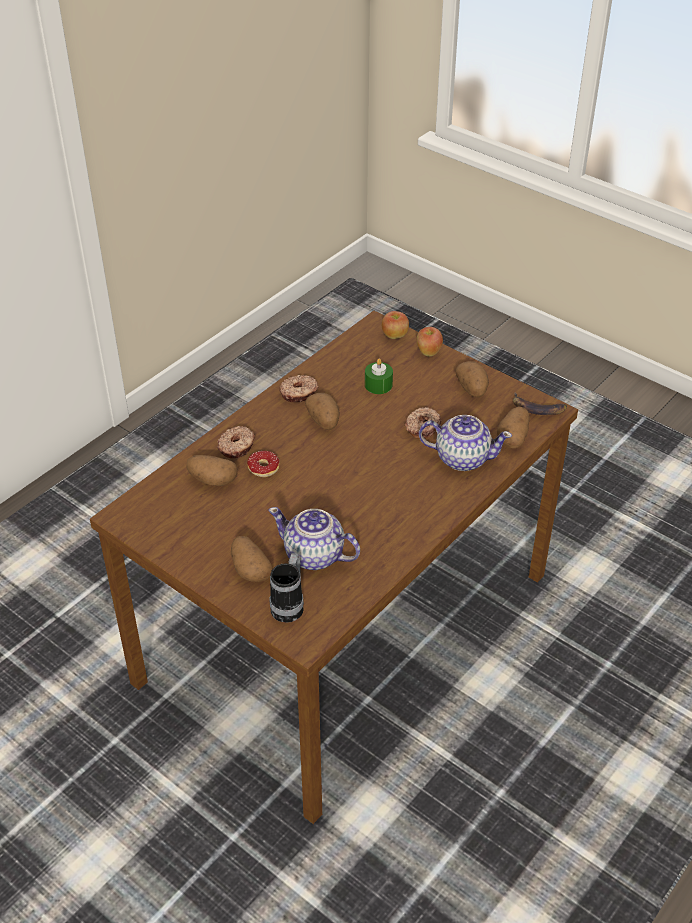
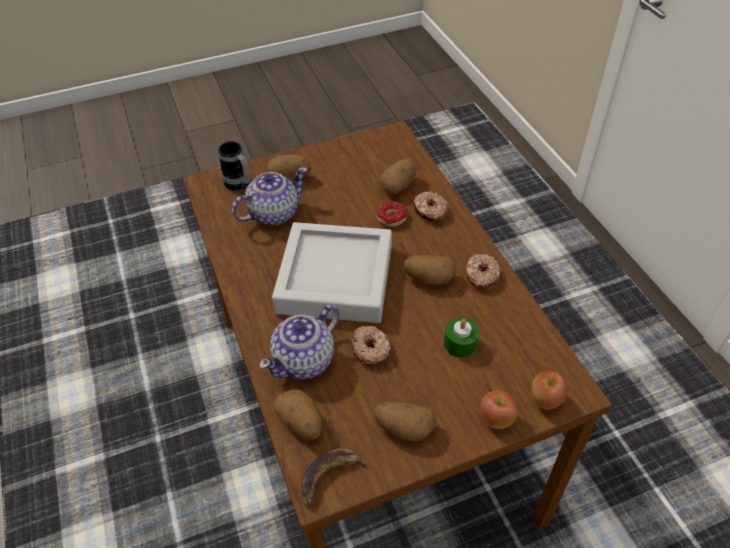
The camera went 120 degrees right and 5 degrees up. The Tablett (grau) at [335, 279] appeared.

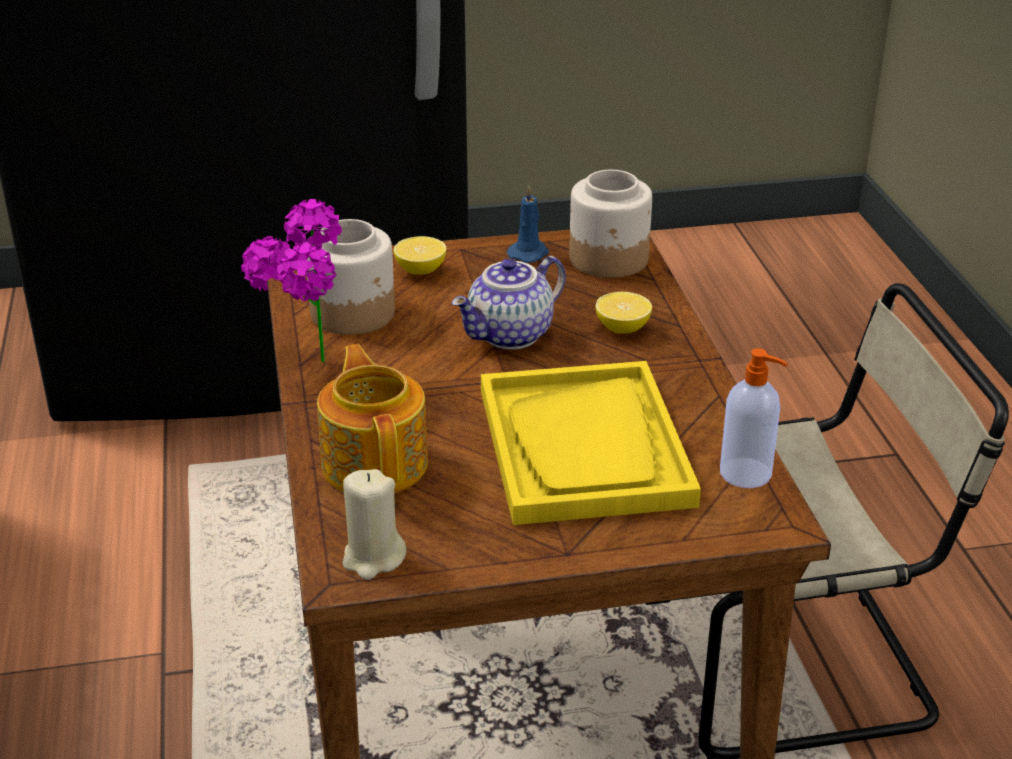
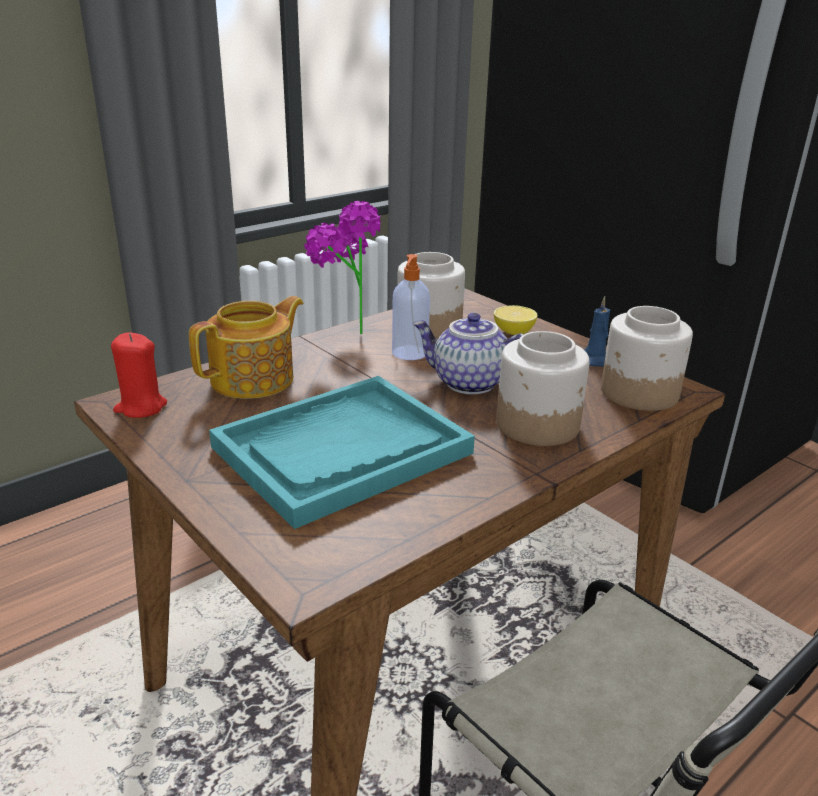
The camera went 60 degrees right and 5 degrees down. The Kerze (beige) at [373, 558] became the Kerze (rot) at [140, 407]. The Tablett (gelb) at [584, 447] became the Tablett (türkis) at [342, 451]. The Seifenspender moved from [747, 474] to [409, 353]. The Zitrone at [622, 329] was replaced by the Vorratsglas at [538, 425].

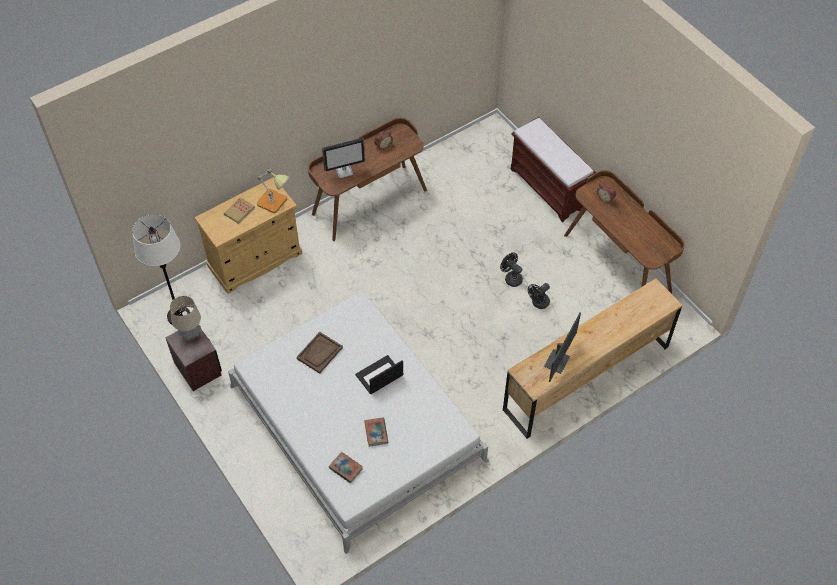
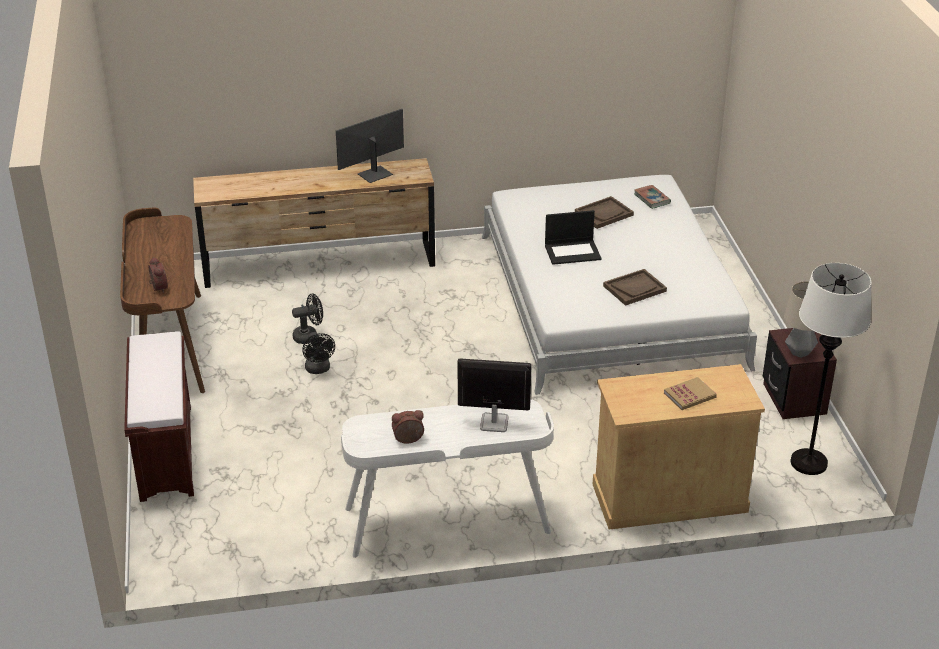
The camera went 155 degrees left and 20 degrees down. The Schreibtisch (braun) at [369, 201] became the Schreibtisch (weiß) at [447, 522]. The Buch at [376, 433] was replaced by the Tablett (braun) at [604, 214]. The Tischlampe at [275, 203] disappeared.

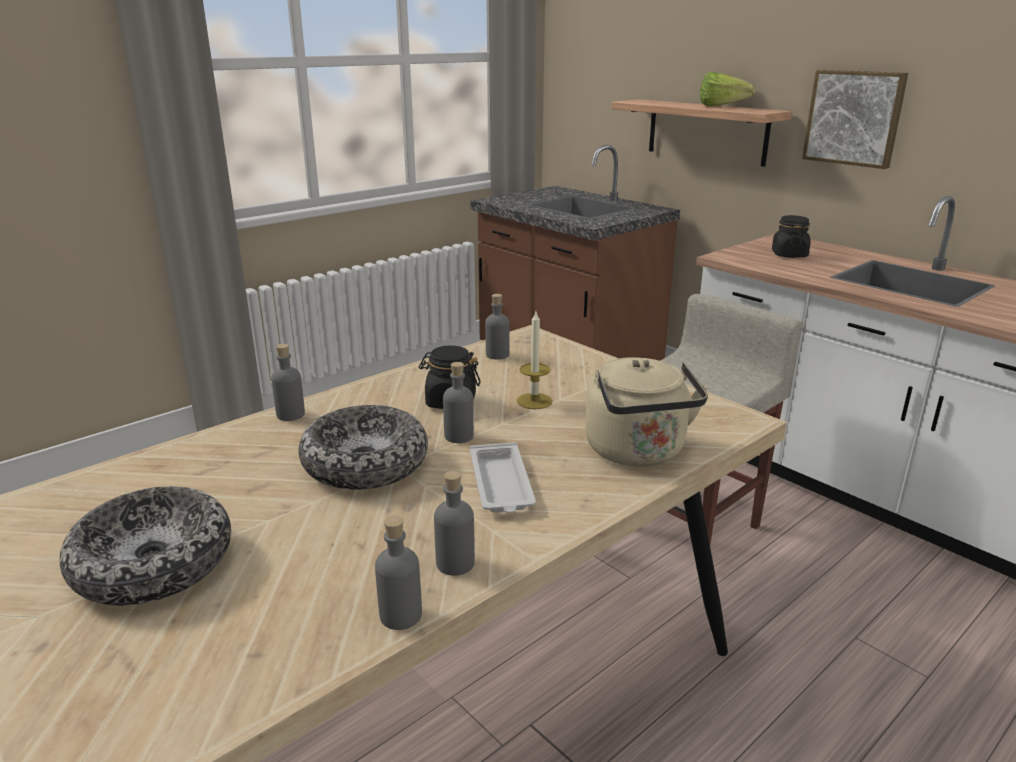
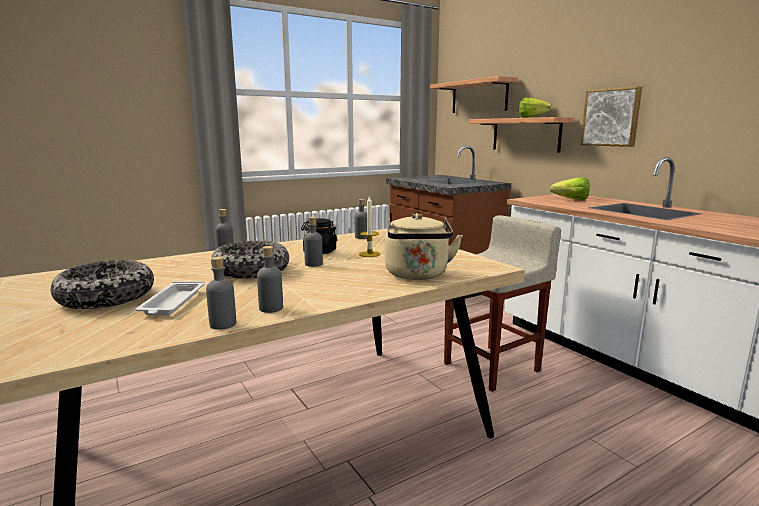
The camera went 10 degrees right and 10 degrees down. The Tablett (weiß) moved from [501, 485] to [172, 303]. The Wandregal at [479, 97] appeared. The Vorratsglas (schwarz) at [789, 255] was replaced by the Salatkopf at [568, 199].

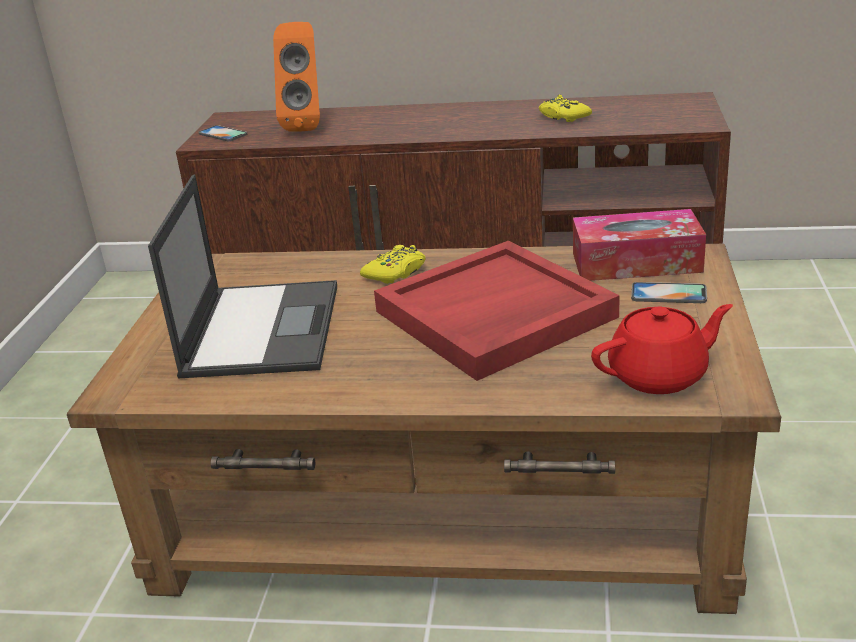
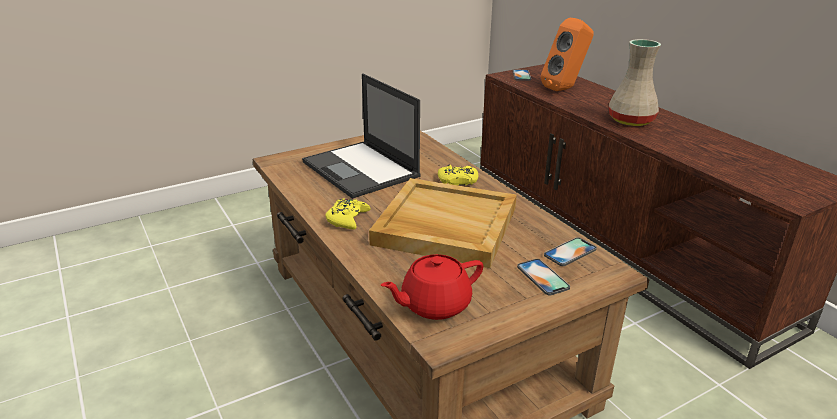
The camera went 50 degrees right and 0 degrees up. The Laptop at [262, 328] turned 90 degrees clockwise. The Gamepad (gelb) moved from [563, 116] to [347, 219]. The Tablett (rot) at [494, 315] became the Tablett (beige) at [444, 226]. The Teekanne (rot) at [660, 376] turned 120 degrees clockwise. The Taschentuchbox at [636, 263] was replaced by the Handy at [570, 252]. The Vase (beige) at [631, 121] appeared.

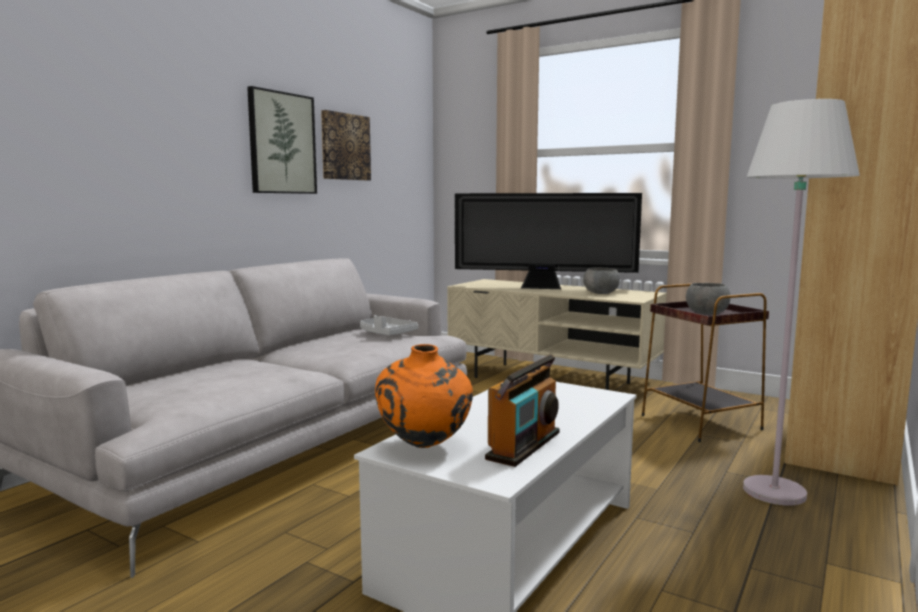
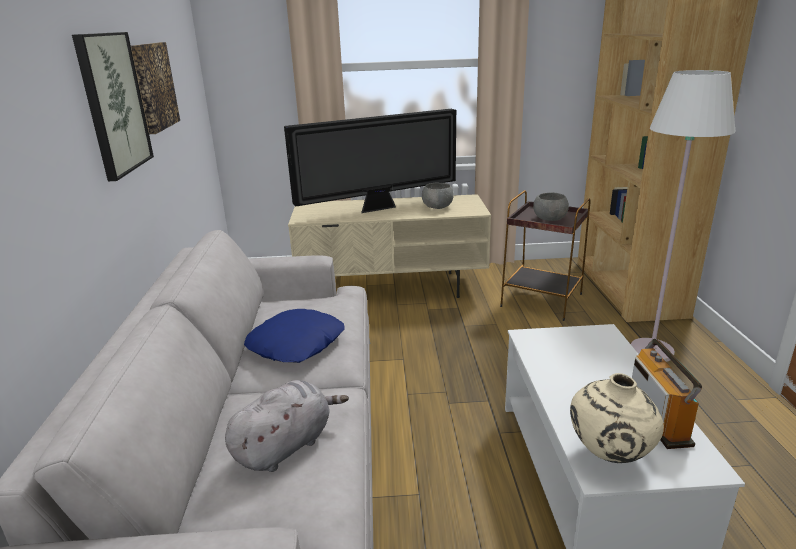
The camera went 35 degrees left and 15 degrees up. The Plüschtier (grau) at [286, 445] appeared. The Kissen (blau) at [296, 344] appeared. The Vase (orange) at [425, 446] became the Vase (beige) at [609, 455]. The Tablett (grau) at [386, 334] disappeared.

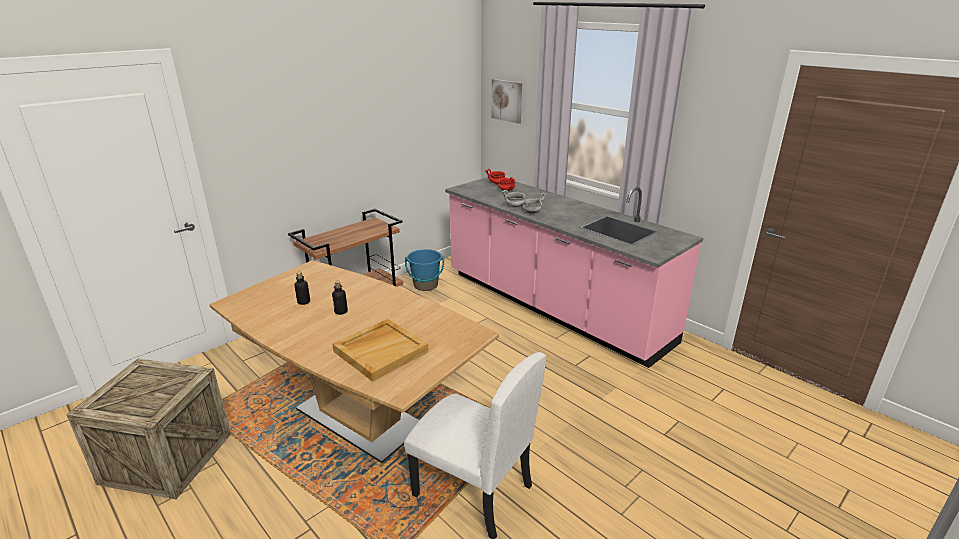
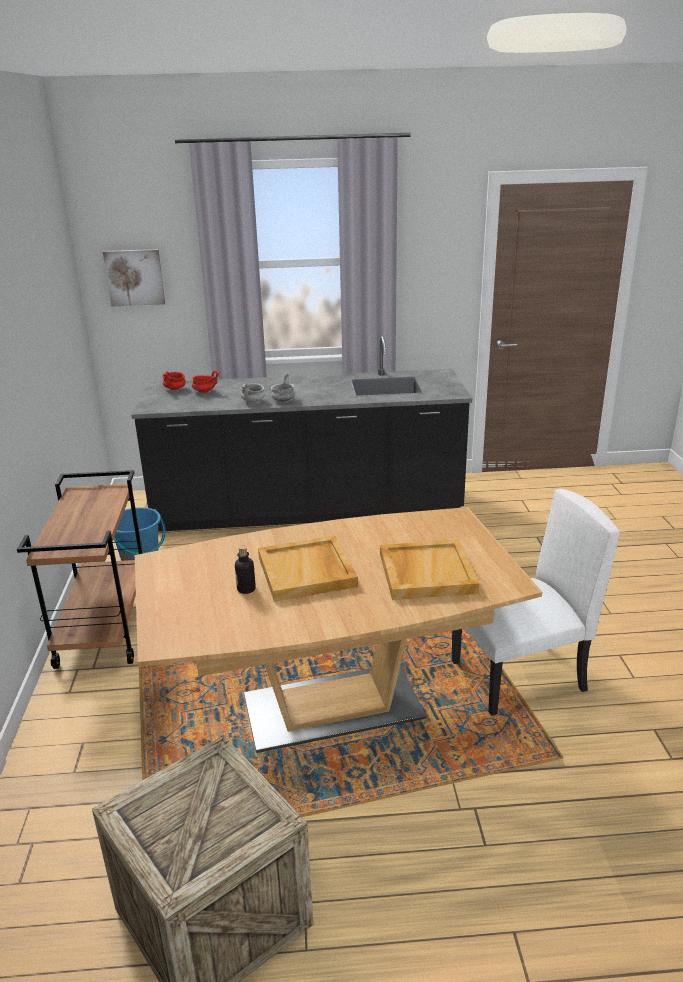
The camera went 50 degrees left and 0 degrees up. The Küchenzeile (rosa) at [553, 307] became the Küchenzeile (schwarz) at [308, 511]. The Flasche at [341, 311] was replaced by the Tablett (beige) at [307, 572].

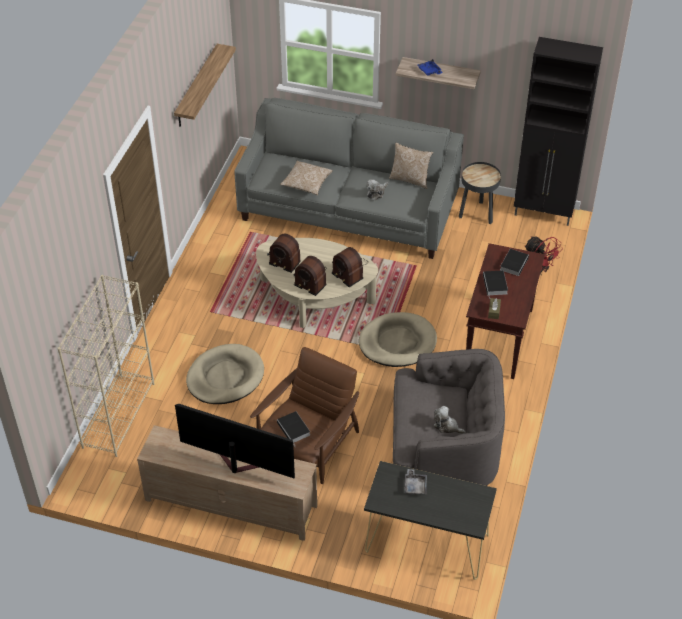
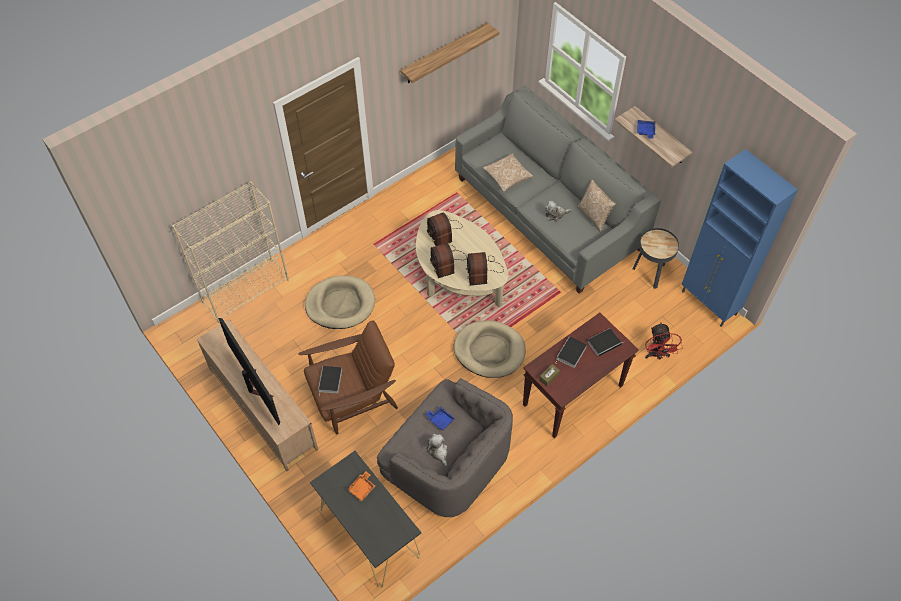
The camera went 35 degrees right and 10 degrees up. The Tablett (grau) at [415, 486] became the Tablett (orange) at [362, 488]. The Tablett (blau) at [440, 420] appeared. The Schrank (schwarz) at [544, 213] became the Schrank (blau) at [709, 304].

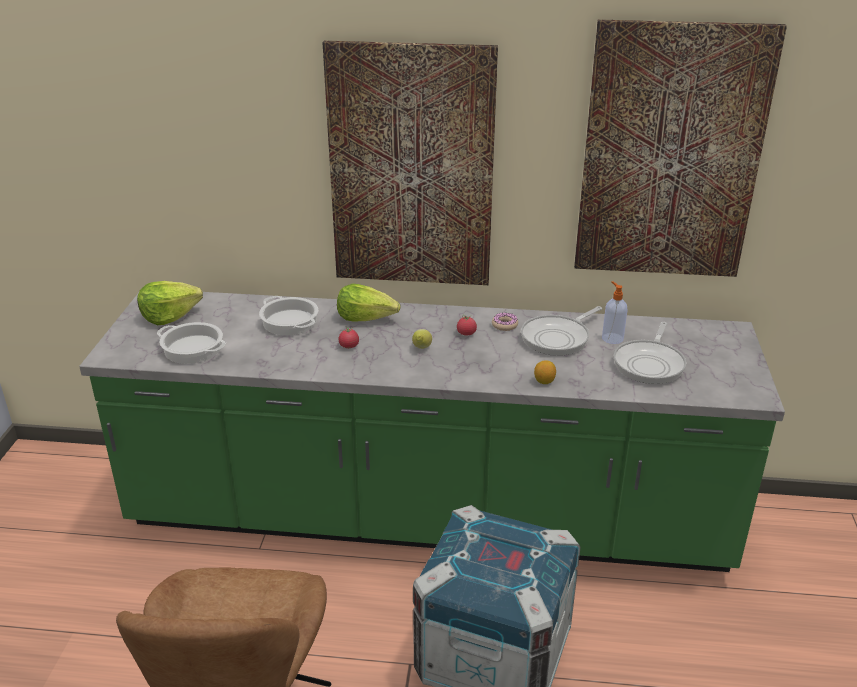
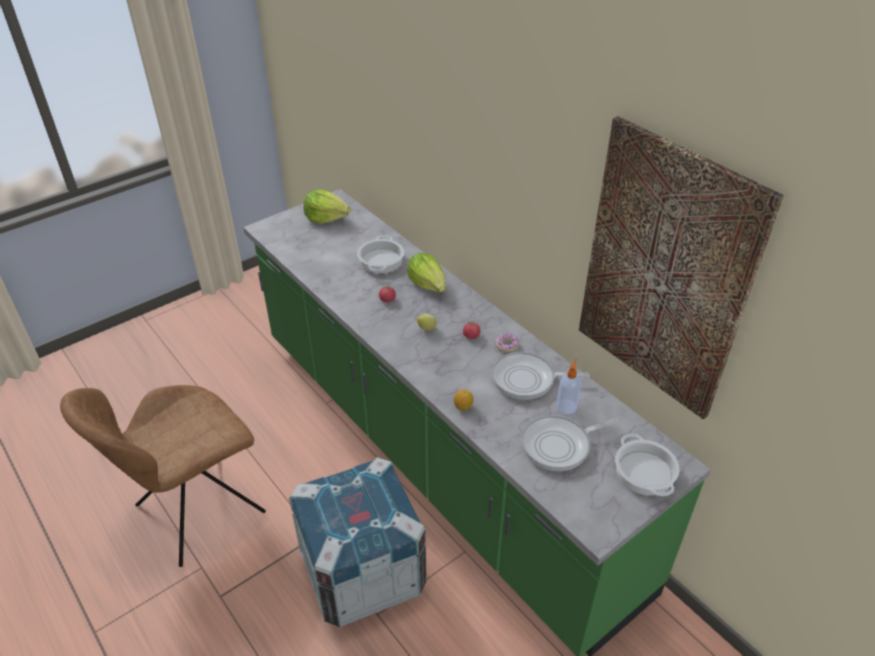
The camera went 45 degrees right and 10 degrees up. The Kochtopf moved from [193, 348] to [645, 472]. The Bild at [411, 168] disappeared.

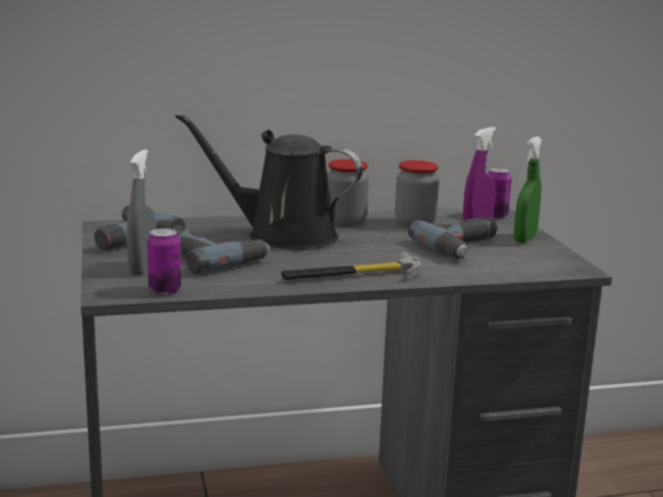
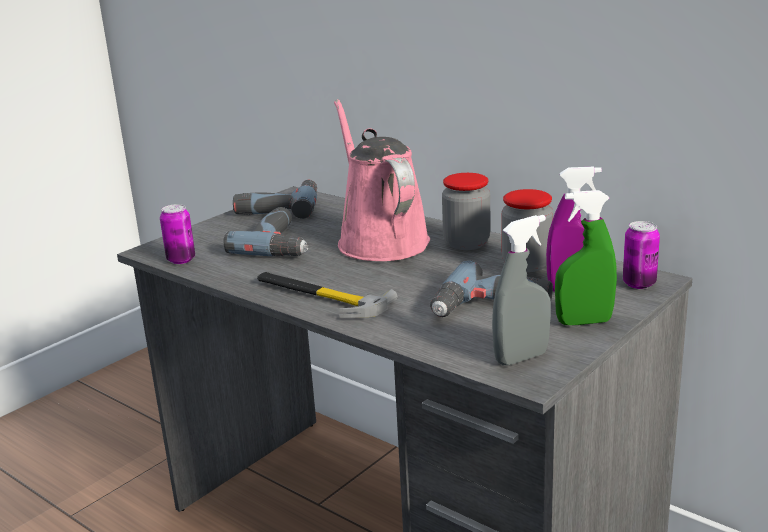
The camera went 55 degrees right and 5 degrees up. The Gießkanne (schwarz) at [283, 235] became the Gießkanne (rosa) at [380, 240]. The Sprühflasche (grau) moved from [142, 268] to [521, 358].

